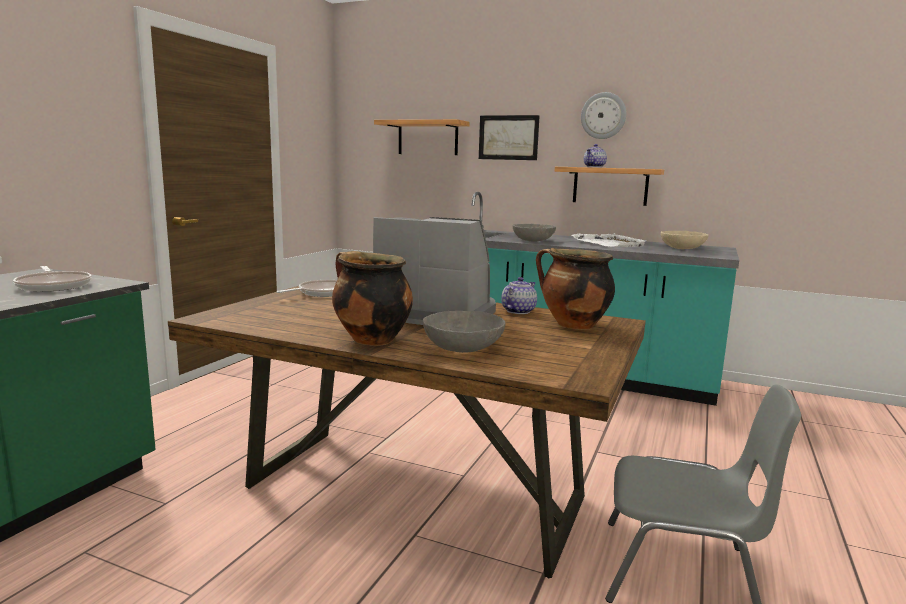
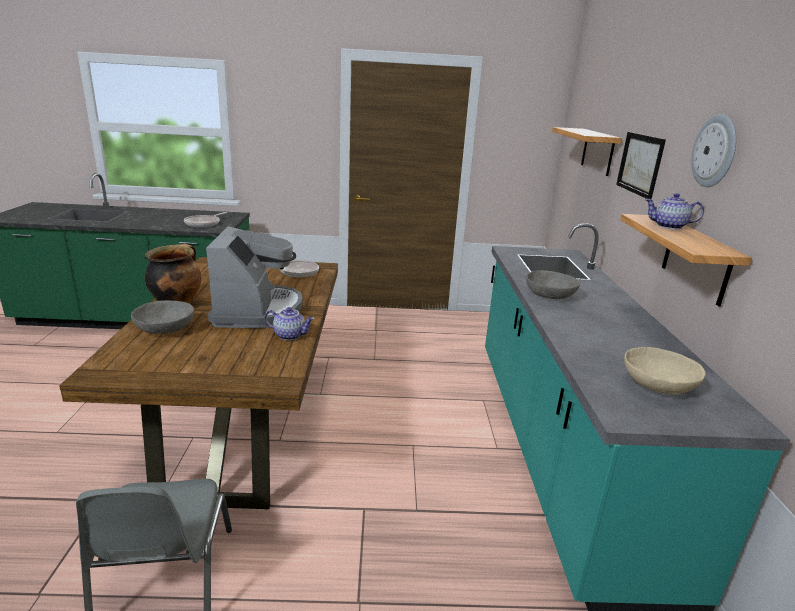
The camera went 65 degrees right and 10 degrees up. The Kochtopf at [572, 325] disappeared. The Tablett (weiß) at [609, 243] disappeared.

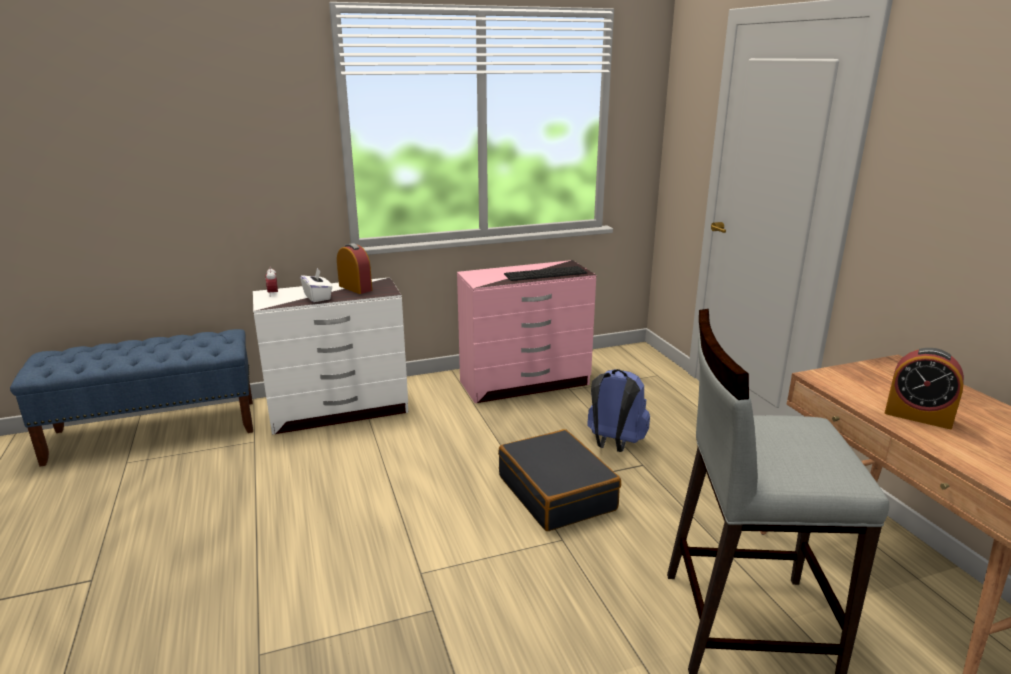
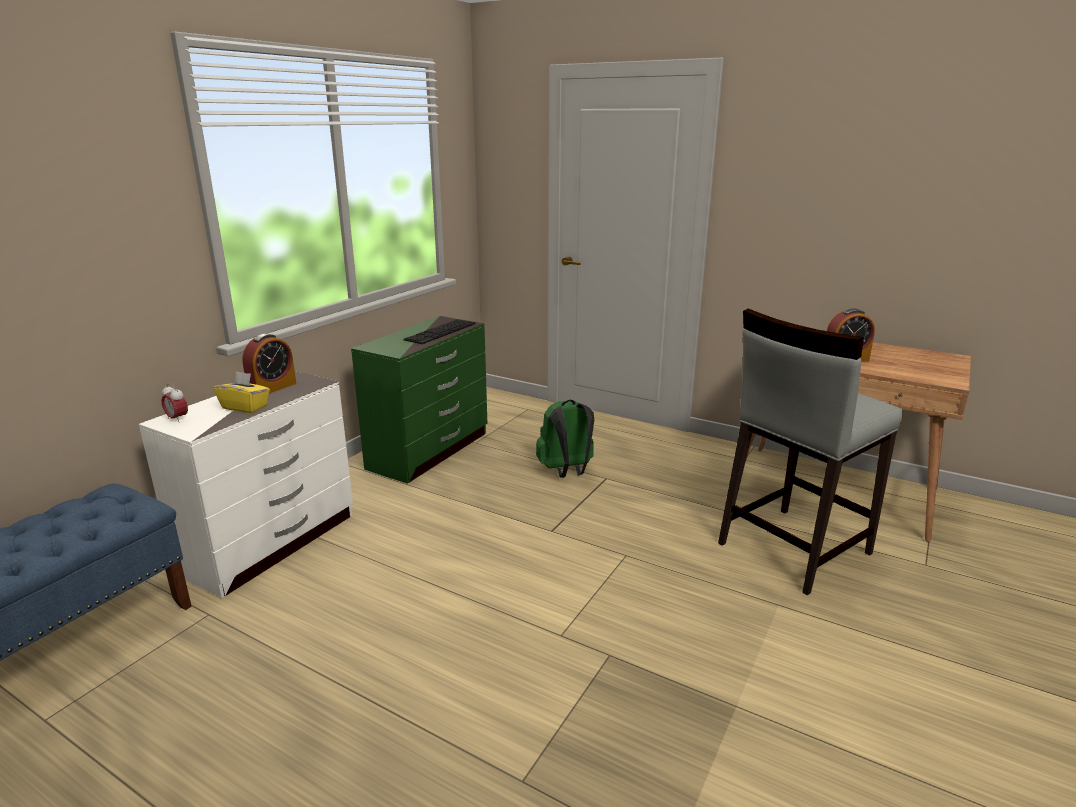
The camera went 40 degrees left and 0 degrees up. The Taschentuchbox (weiß) at [318, 297] became the Taschentuchbox (gelb) at [245, 407]. The Wecker at [355, 288] turned 120 degrees clockwise. The Kommode (rosa) at [525, 383] became the Kommode (grün) at [430, 450]. The Rucksack (blau) at [614, 444] became the Rucksack (grün) at [566, 471]. The Koffer (schwarz) at [557, 493] disappeared.

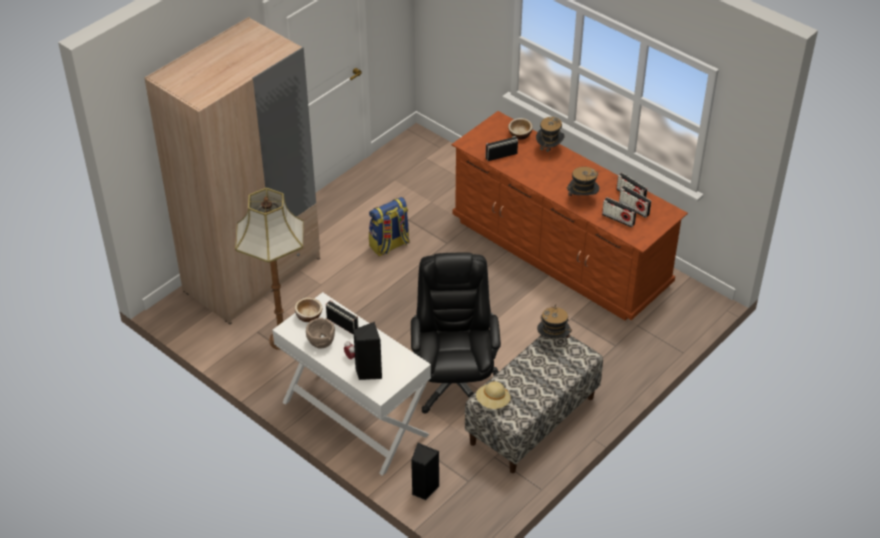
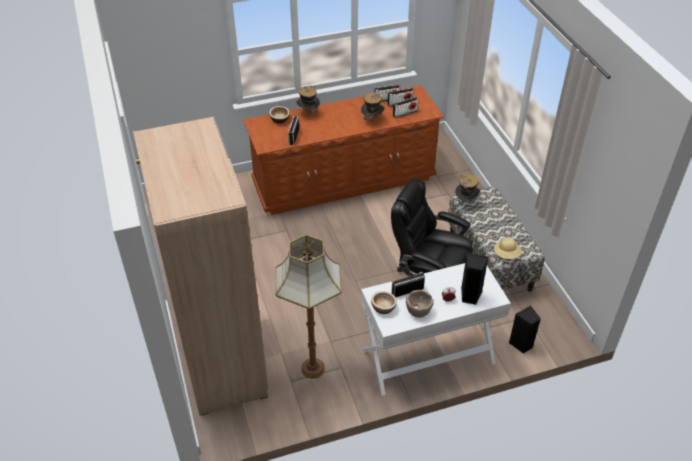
The camera went 60 degrees left and 0 degrees up. The Rucksack at [389, 245] disappeared.

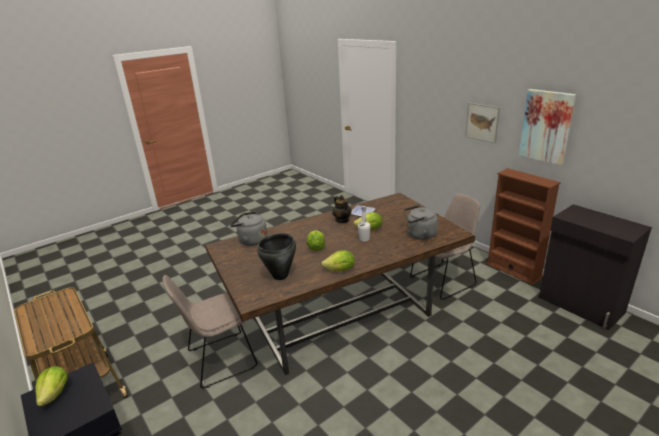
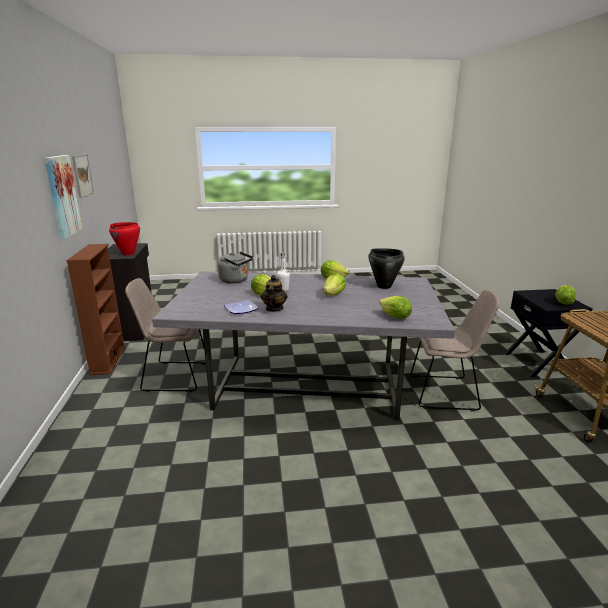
The camera went 150 degrees left and 5 degrees down. The Bild moved from [482, 122] to [82, 175]. The Kochtopf (rot) at [128, 254] appeared. The Esstisch (braun) at [342, 315] became the Esstisch (grau) at [305, 385]. The Wasserkessel (grau) at [251, 241] was replaced by the Salatkopf at [395, 317].

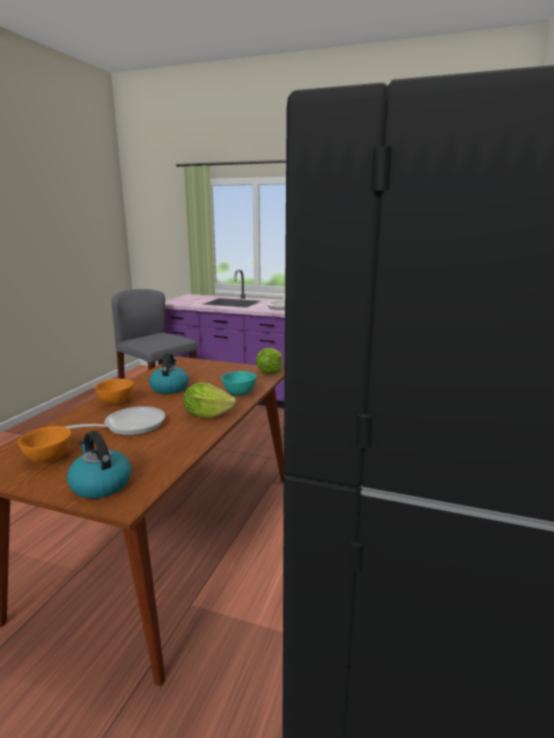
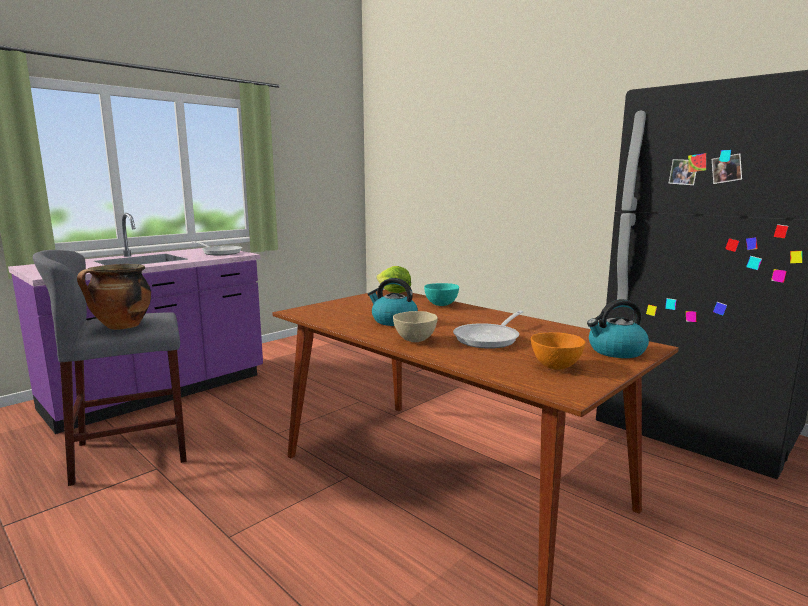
The camera went 65 degrees left and 5 degrees down. The Kochtopf at [122, 327] appeared. The Schüssel (orange) at [117, 402] became the Schüssel (beige) at [415, 339]. The Pfanne at [129, 426] turned 135 degrees counterclockwise. The Salatkopf at [207, 415] disappeared.

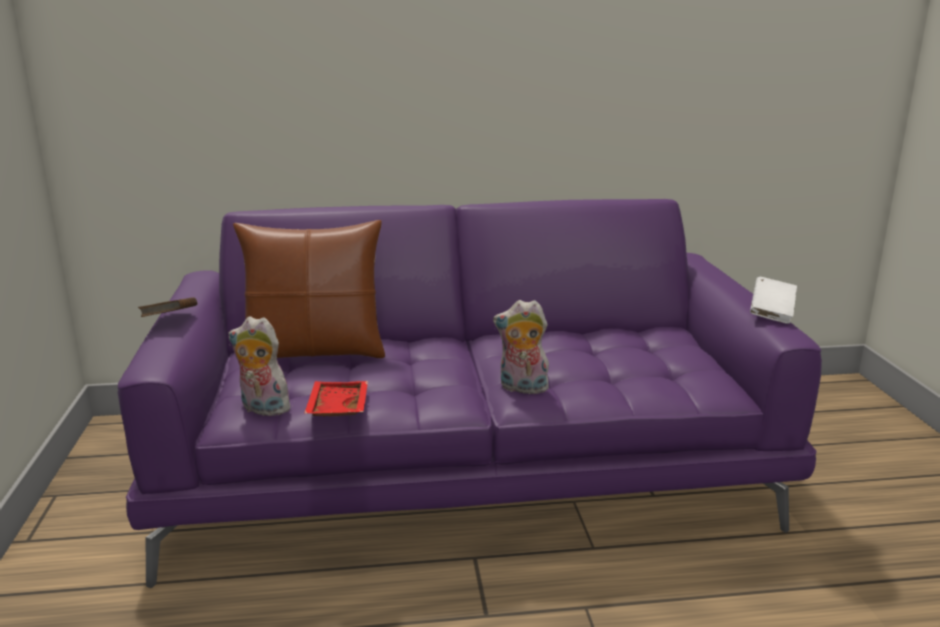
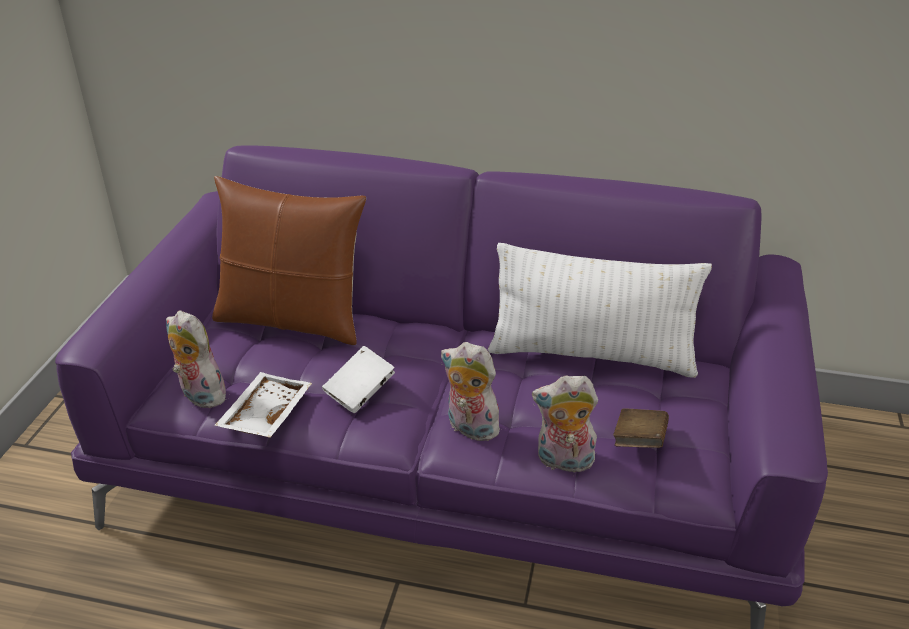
The camera went 20 degrees right and 15 degrees up. The Tablett (rot) at [336, 409] became the Tablett (weiß) at [264, 414]. The Buch (weiß) moved from [771, 313] to [360, 392]. The Kissen (weiß) at [591, 355] appeared. The Plüschtier at [563, 462] appeared. The Buch (braun) moved from [170, 321] to [639, 441].

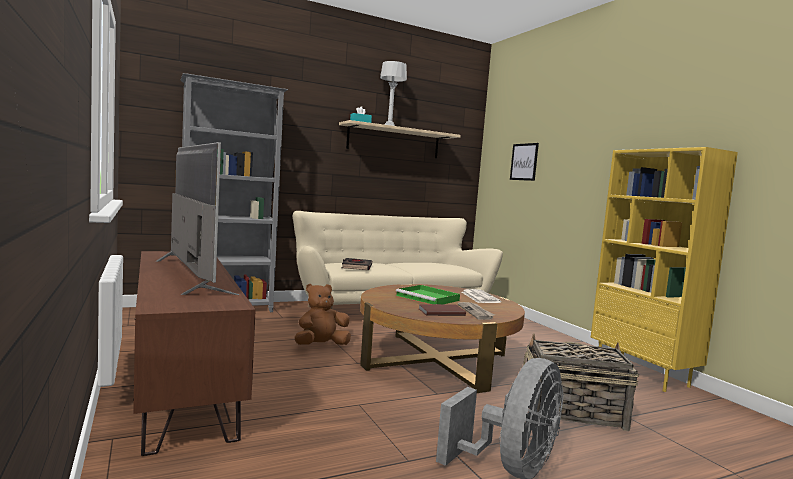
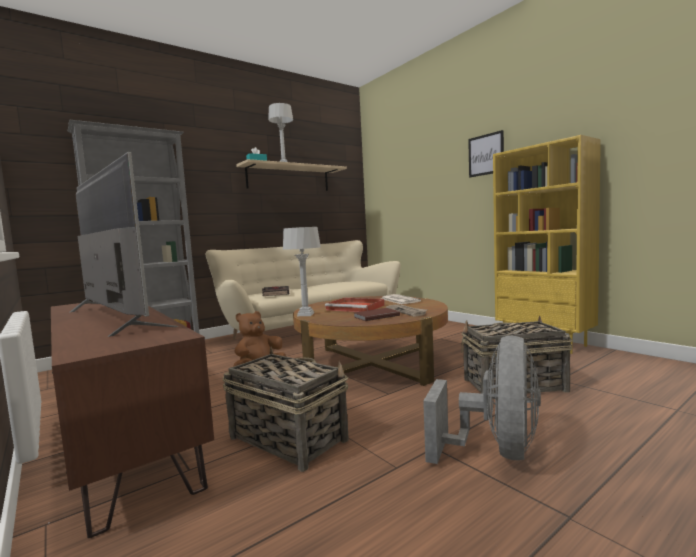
The camera went 10 degrees left and 0 degrees up. The Korb at [287, 438] appeared. The Tischlampe (grau) at [306, 314] appeared. The Tablett (grün) at [428, 298] became the Tablett (rot) at [356, 307]. The Bild moved from [524, 162] to [486, 154].

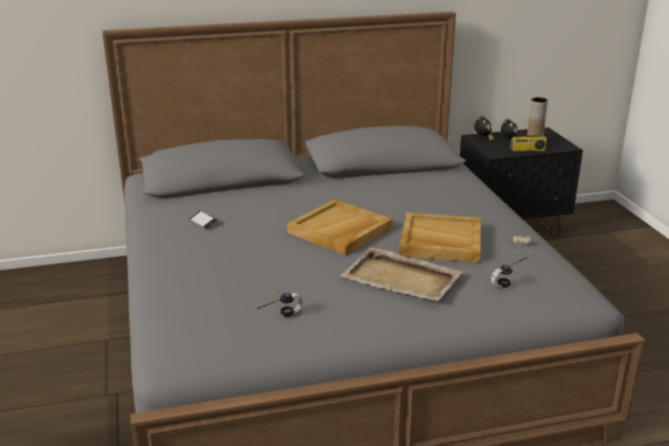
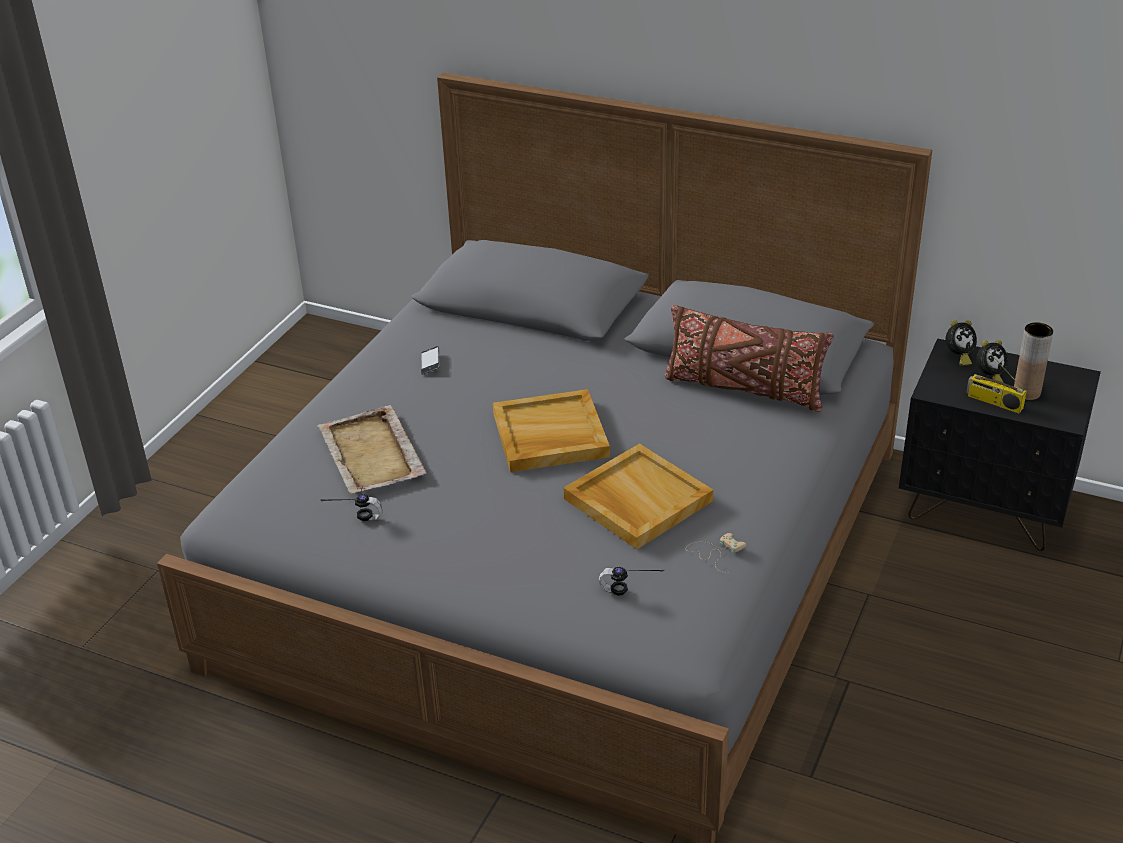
The camera went 40 degrees right and 10 degrees up. The Tablett (beige) moved from [402, 278] to [371, 454]. The Kissen (braun) at [743, 389] appeared.

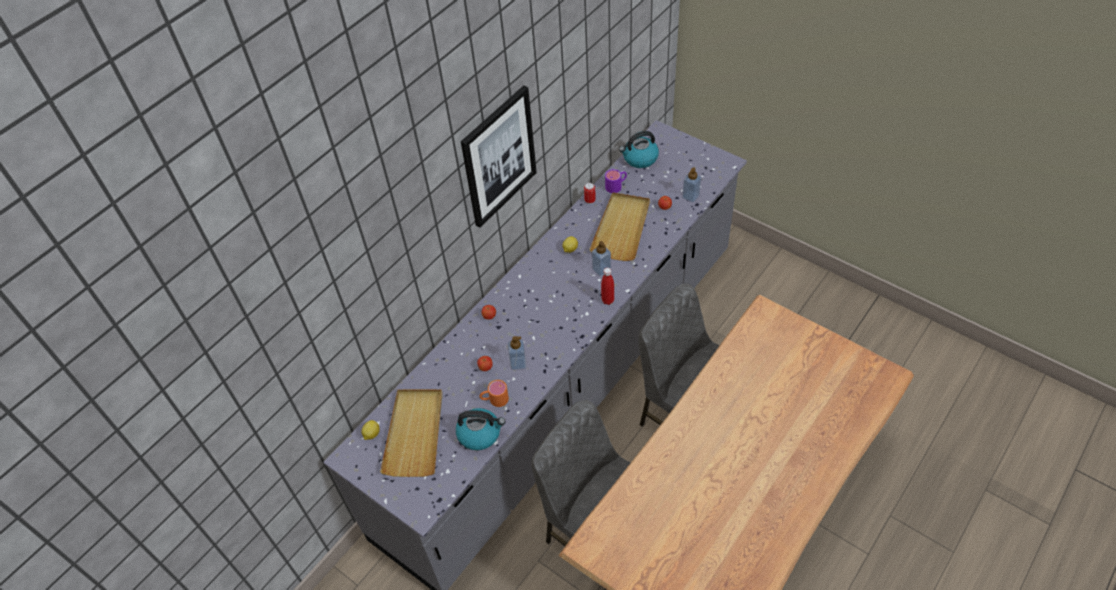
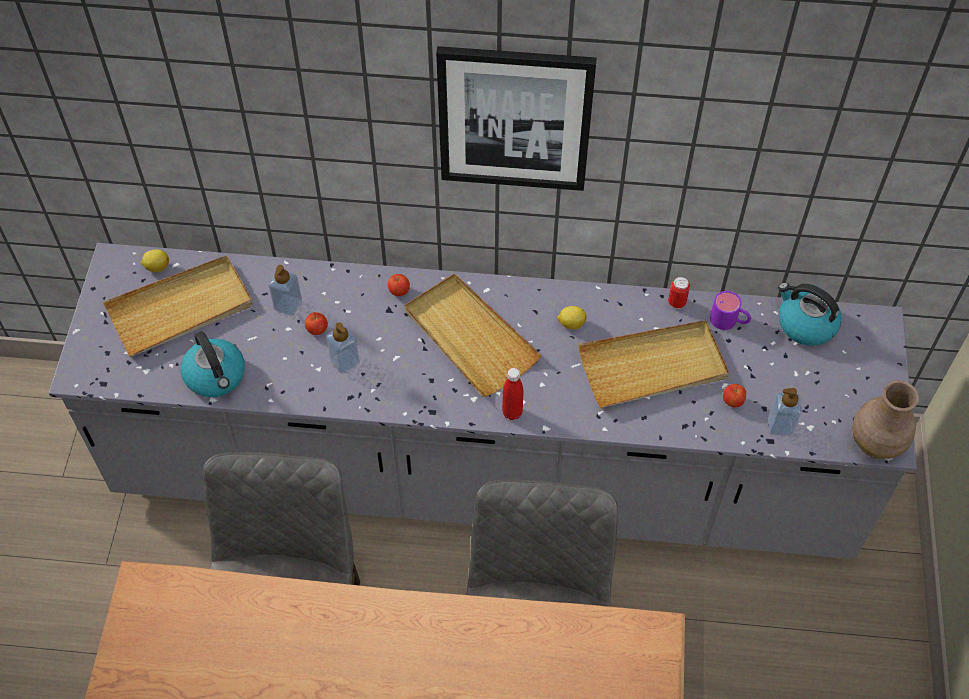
The camera went 55 degrees right and 5 degrees up. The Seifenspender moved from [601, 269] to [288, 305]. The Tablett (beige) at [469, 337] appeared. The Vase (braun) at [875, 442] appeared. The Henkelbecher (orange) at [494, 399] disappeared.

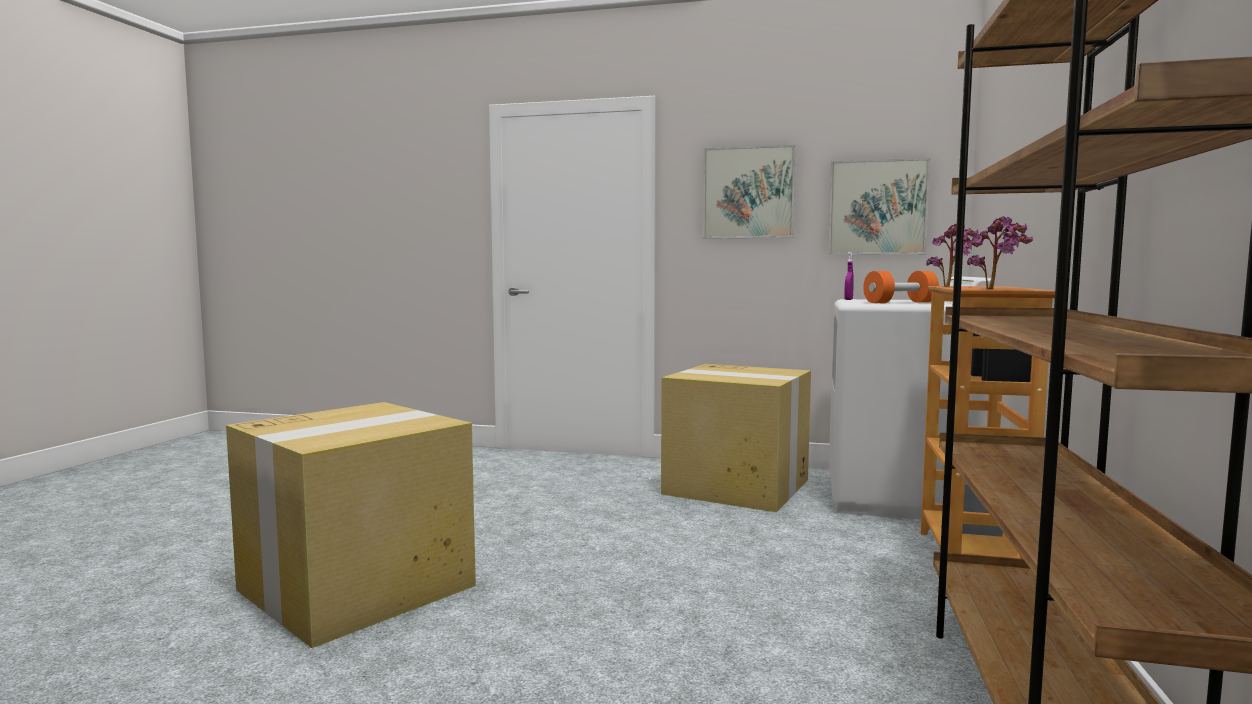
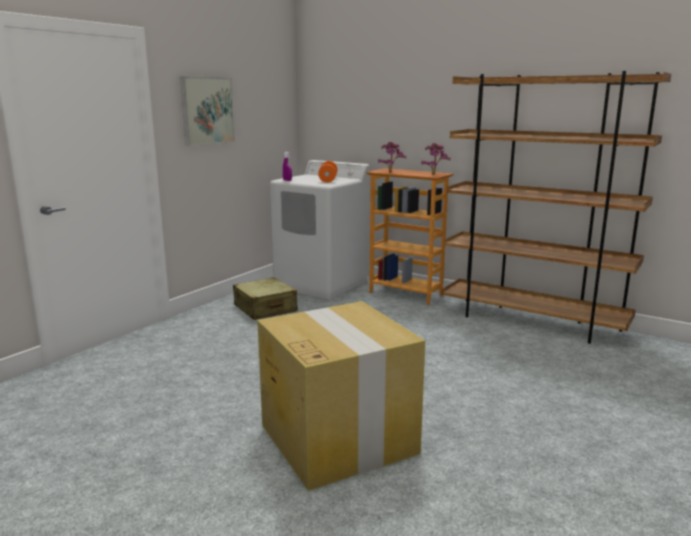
The camera went 70 degrees left and 10 degrees up. The Karton at [738, 487] was replaced by the Koffer (beige) at [265, 309]. The Bild at [877, 207] disappeared.

